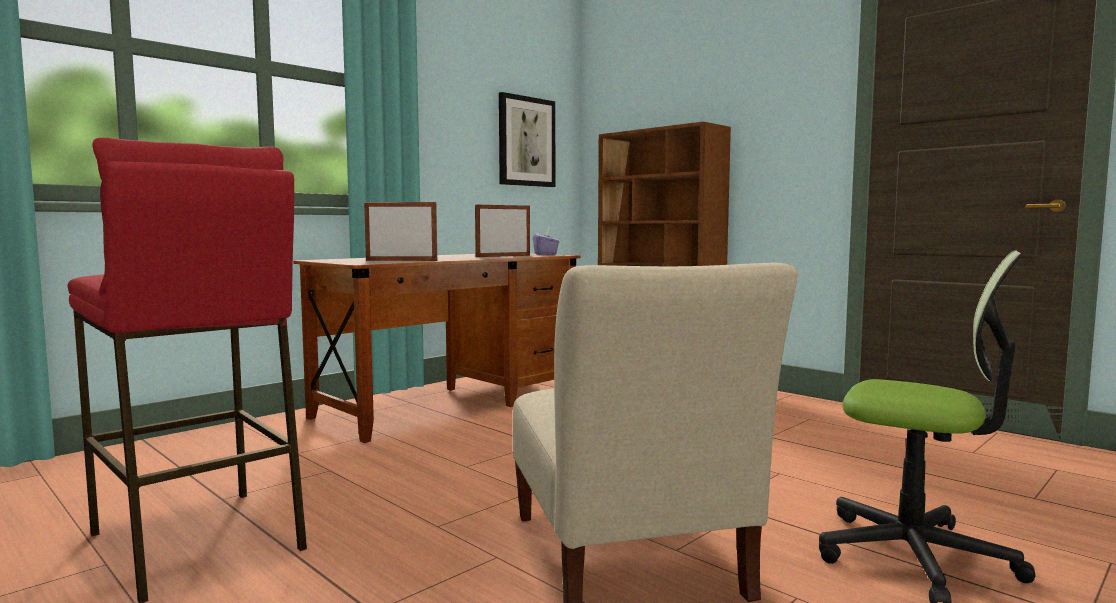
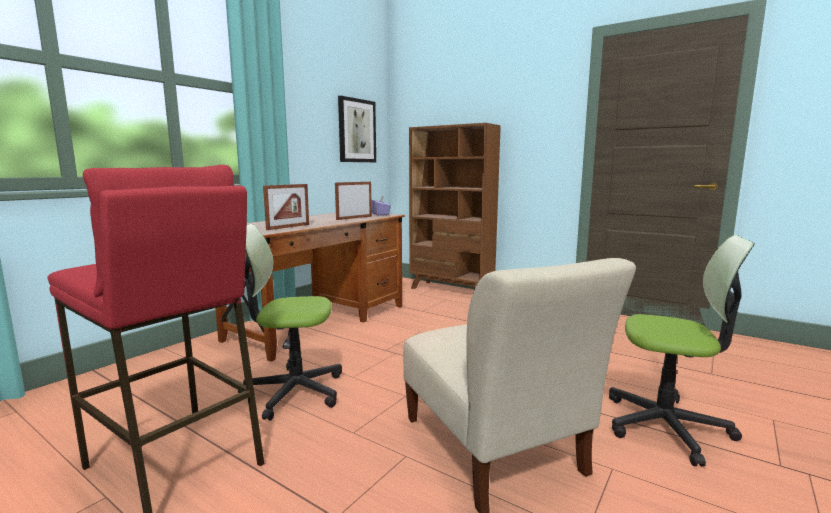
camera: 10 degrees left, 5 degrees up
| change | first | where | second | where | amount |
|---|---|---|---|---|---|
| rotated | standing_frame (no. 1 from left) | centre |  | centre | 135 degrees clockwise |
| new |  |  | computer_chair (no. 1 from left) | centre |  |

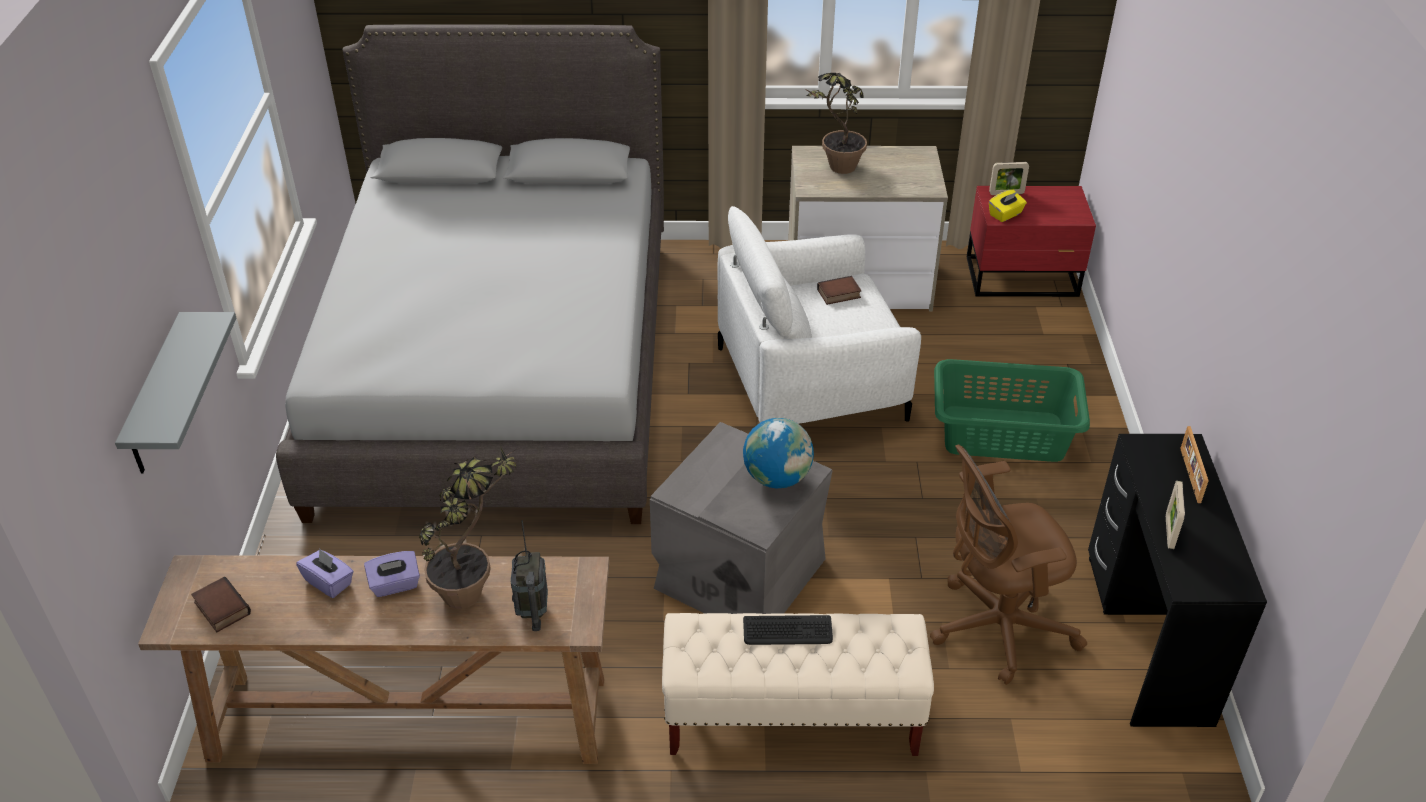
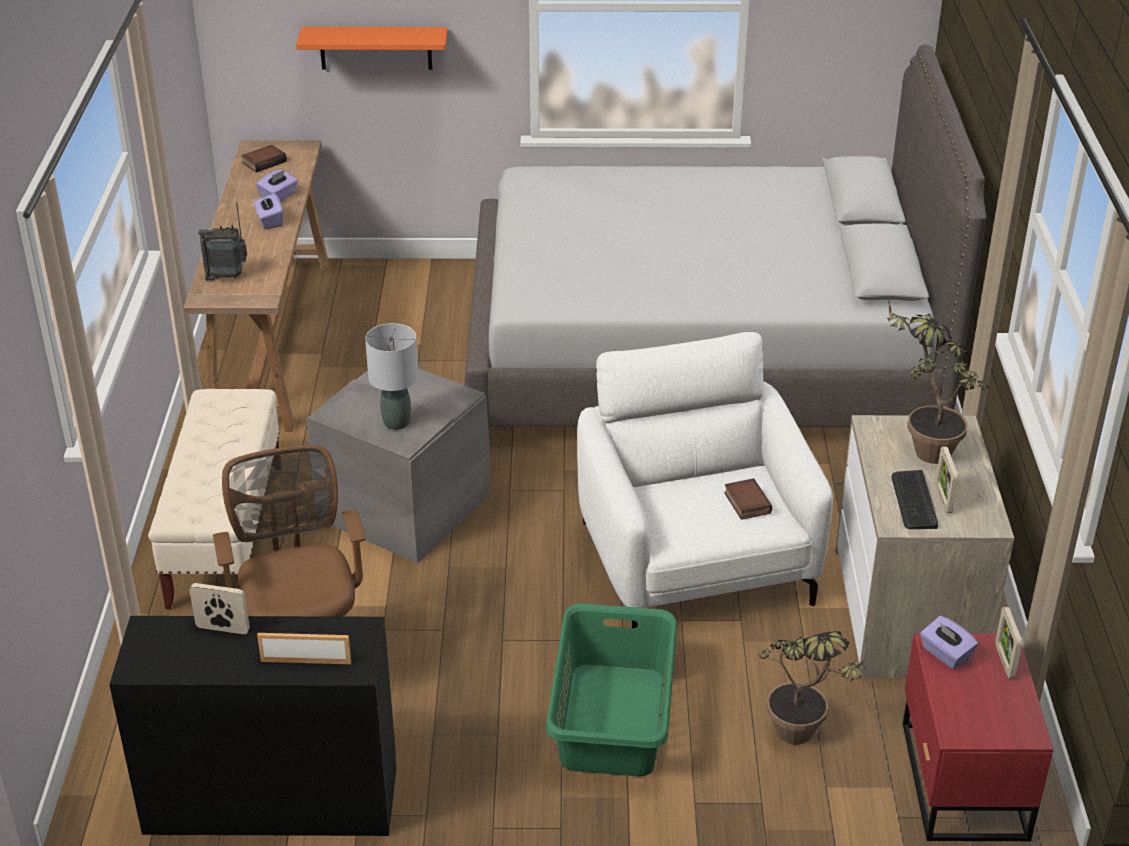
camera: 90 degrees right, 5 degrees down
| change | first | where | second | where | amount |
|---|---|---|---|---|---|
| repainted | gray_bracket_shelf | middle left | orange-coloured_bracket_shelf | top left |  |
| shifted | houseplant (no. 1 from left) | middle left |  | bottom right |  |
| swapped | world_globe | centre | gray_lamp_for_a_table | centre |  |
| shifted | PC_keyboard | bottom centre |  | middle right |  |
| repainted | yellow-coloured_tissue_holder | top right | purplish_tissue_holder (no. 3 from left) | bottom right |  |
| new |  |  | standing_frame (no. 3 from left) | middle right |  |

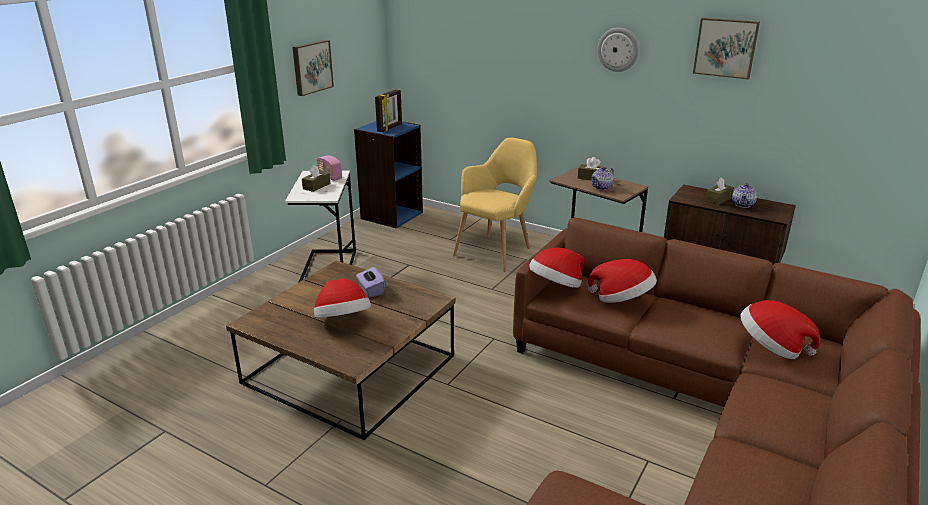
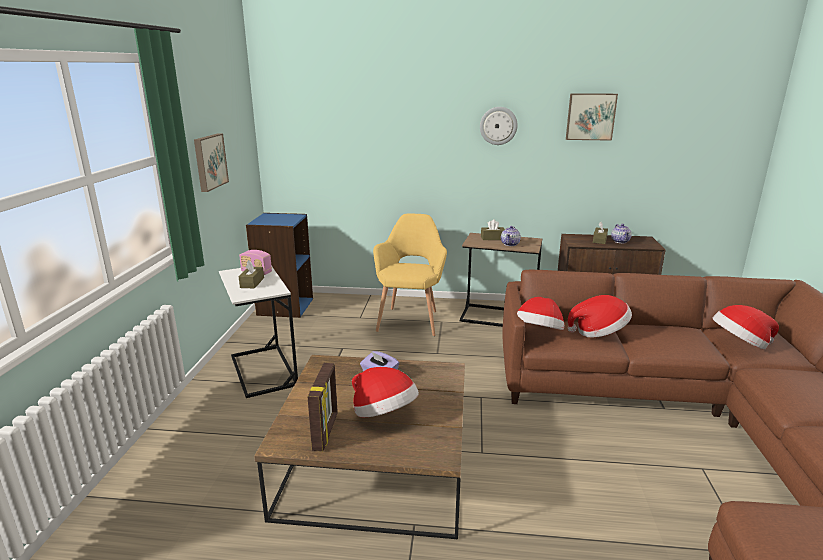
camera: 25 degrees left, 5 degrees down
| change | first | where | second | where | amount |
|---|---|---|---|---|---|
| shifted | standing_frame | top centre |  | bottom centre |  |

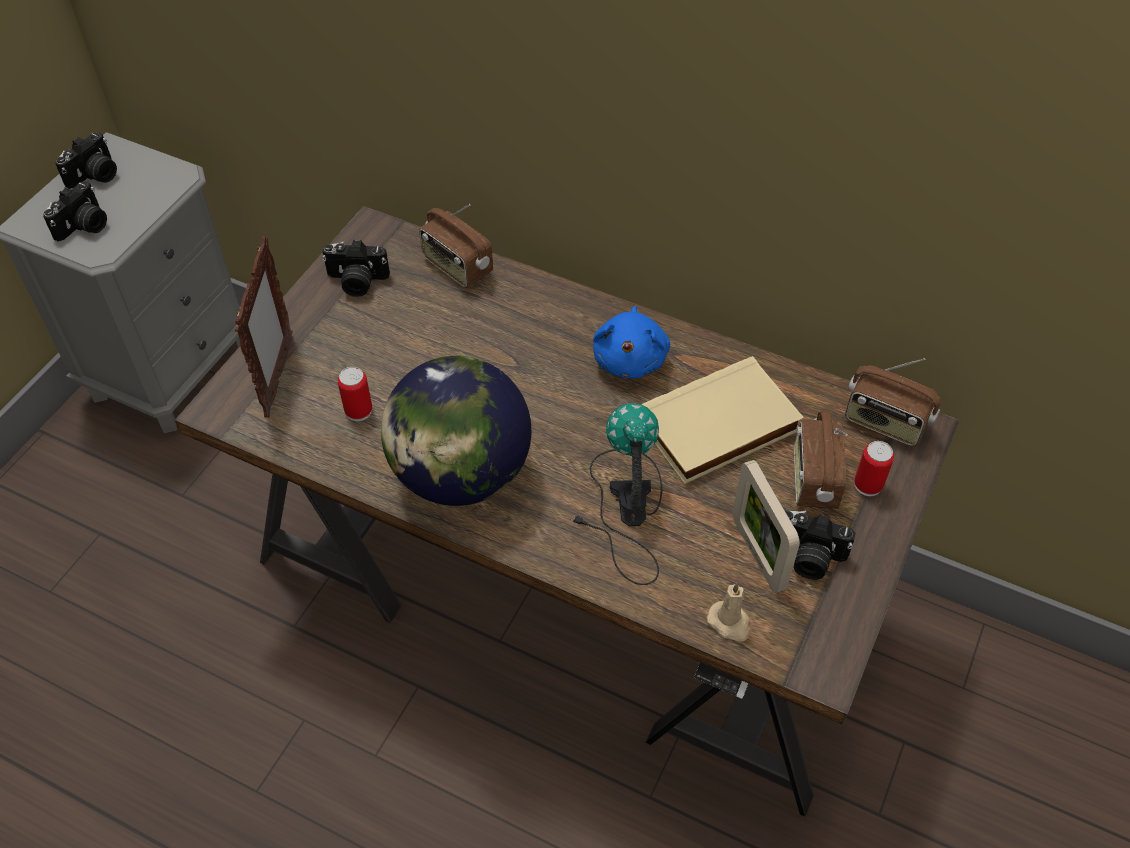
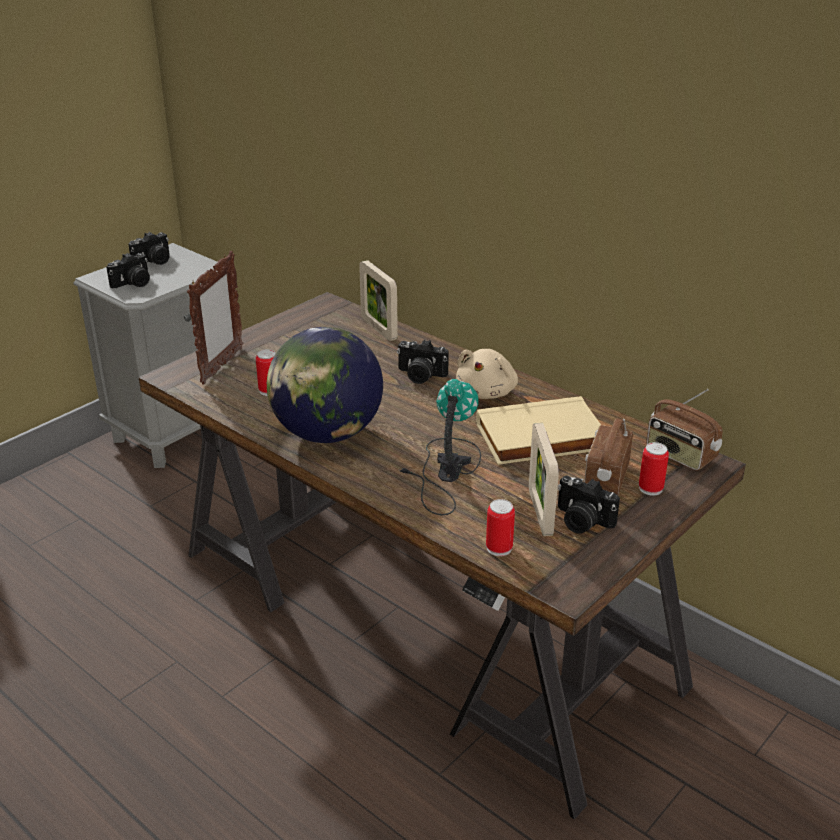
camera: 15 degrees right, 20 degrees down
| change | first | where | second | where | amount |
|---|---|---|---|---|---|
| shifted | photo_camera (no. 3 from left) | top left |  | centre |  |
| swapped | radio_receiver (no. 1 from left) | top centre | standing_frame (no. 2 from left) | centre |  |
| repainted | blue-coloured_cuddly_toy | centre | beige-coloured_cuddly_toy | centre |  |
| swapped | beige-coloured_wax_candle | bottom centre | metal_can (no. 2 from left) | centre |  |

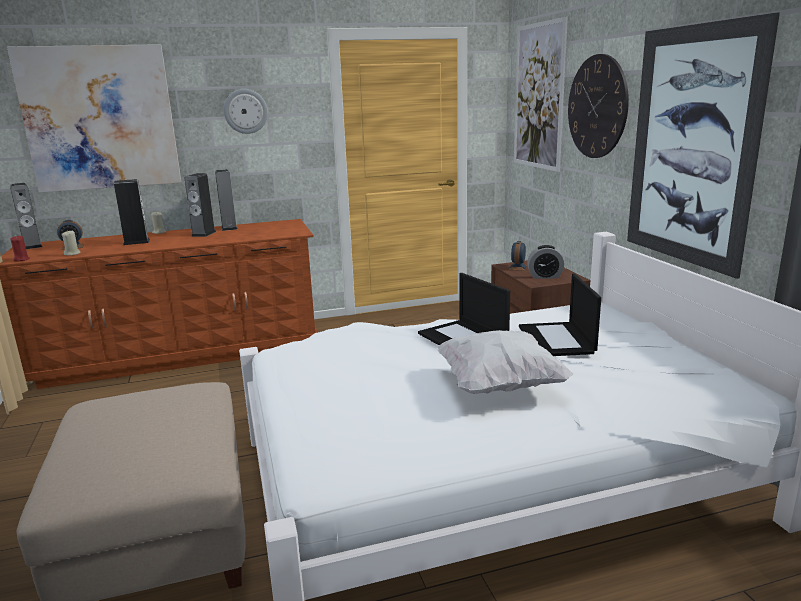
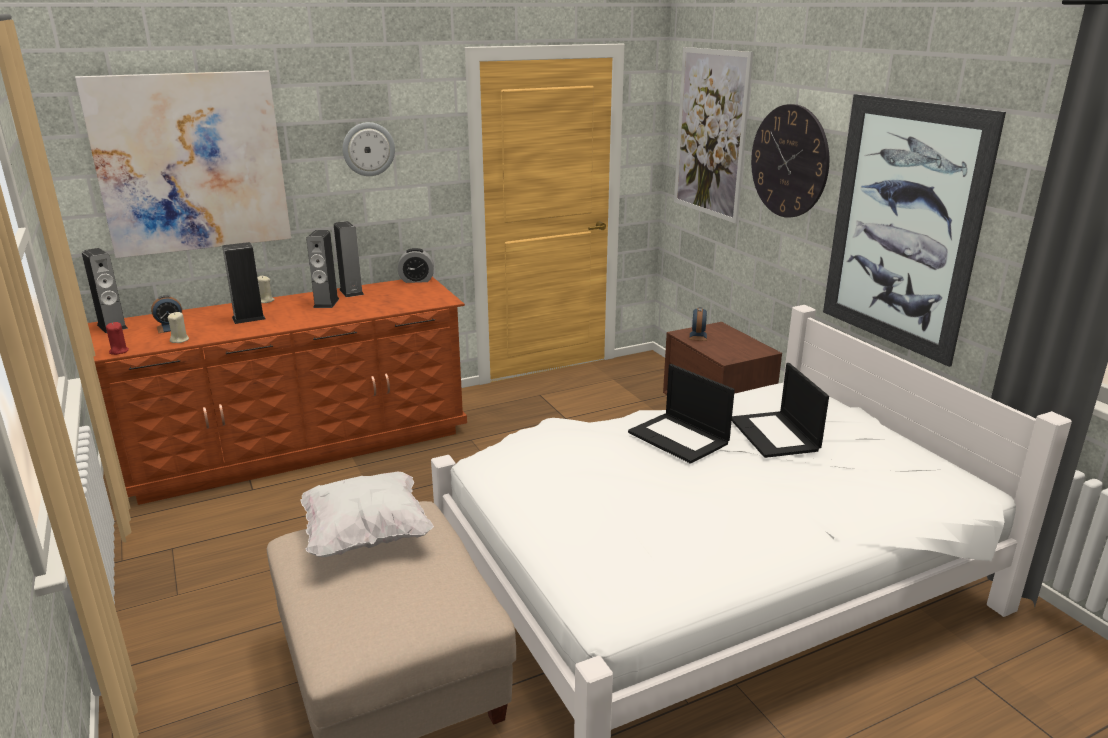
camera: 10 degrees left, 5 degrees up
| change | first | where | second | where | amount |
|---|---|---|---|---|---|
| shifted | white_pillow | centre |  | bottom left |  |
| shifted | bedside_clock (no. 3 from left in the first image) | middle right | bedside_clock (no. 2 from left) | centre |  |

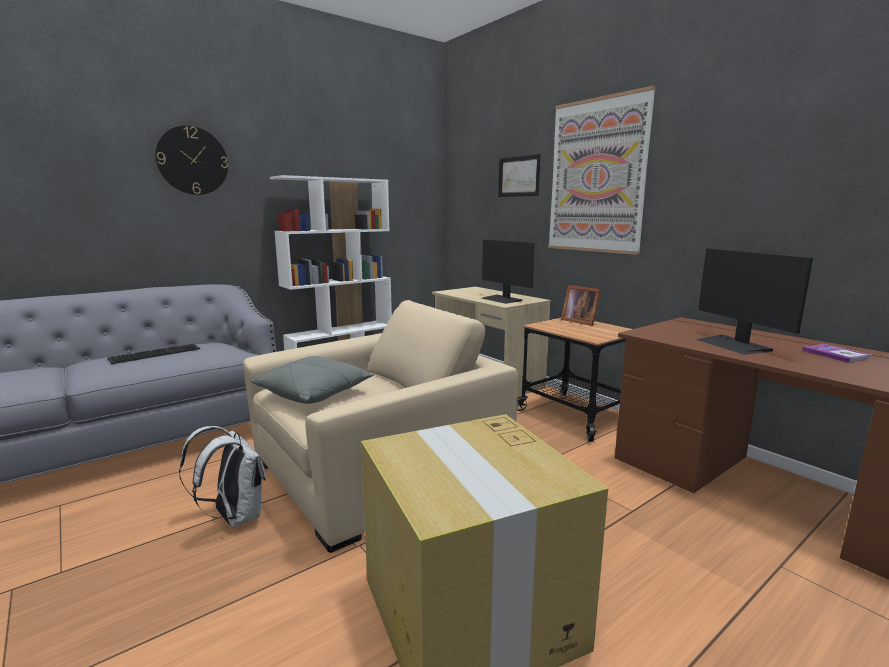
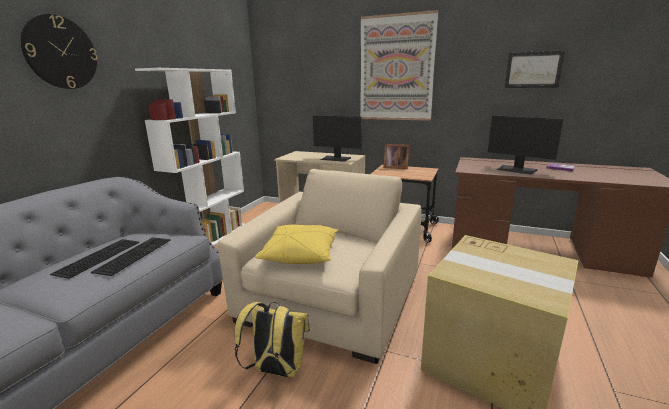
camera: 30 degrees left, 5 degrees up
| change | first | where | second | where | amount |
|---|---|---|---|---|---|
| repainted | white_knapsack | bottom left | yellow-coloured_knapsack | bottom centre |  |
| repainted | gray_pillow | centre | yellow-coloured_pillow | centre |  |
| shifted | wall_picture (no. 1 from left in the first image) | top centre | wall_picture (no. 2 from left) | top right |  |
| new |  |  | PC_keyboard (no. 2 from left) | middle left |  |

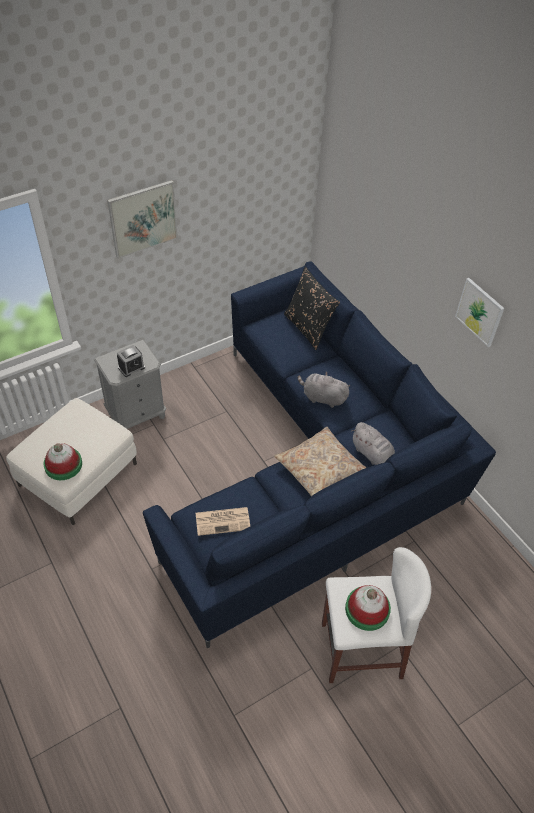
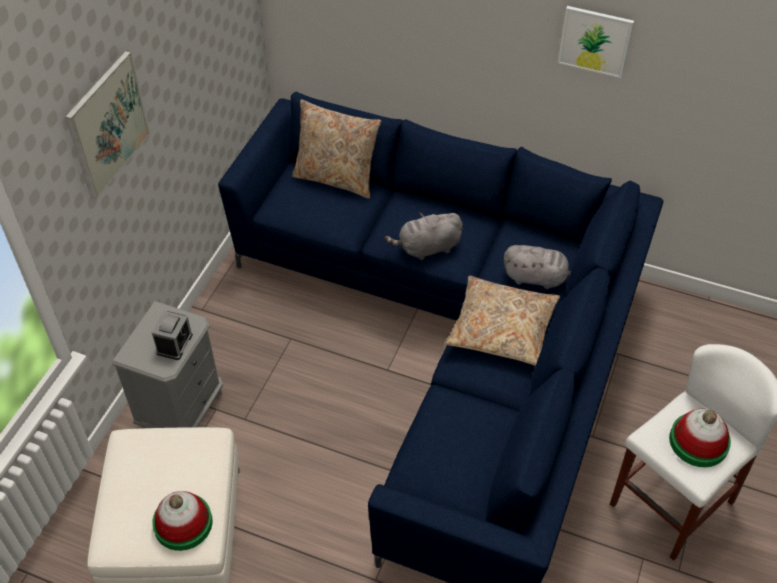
camera: 35 degrees left, 0 degrees up
| change | first | where | second | where | amount |
|---|---|---|---|---|---|
| gone | newspaper | centre |  |  |  |
| repainted | black_pillow | centre | beige-coloured_pillow (no. 1 from left) | top centre |  |

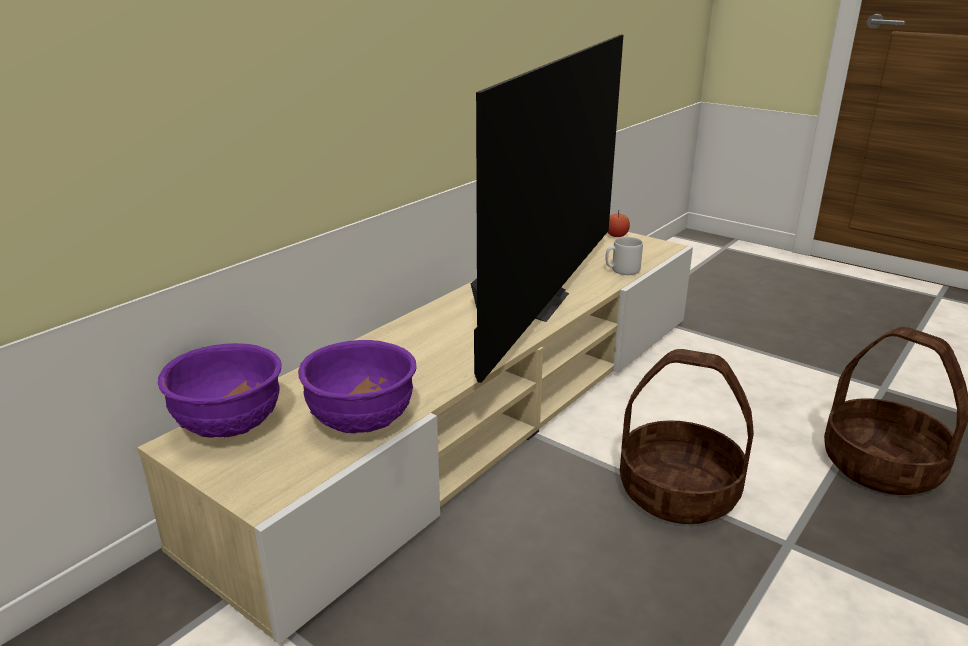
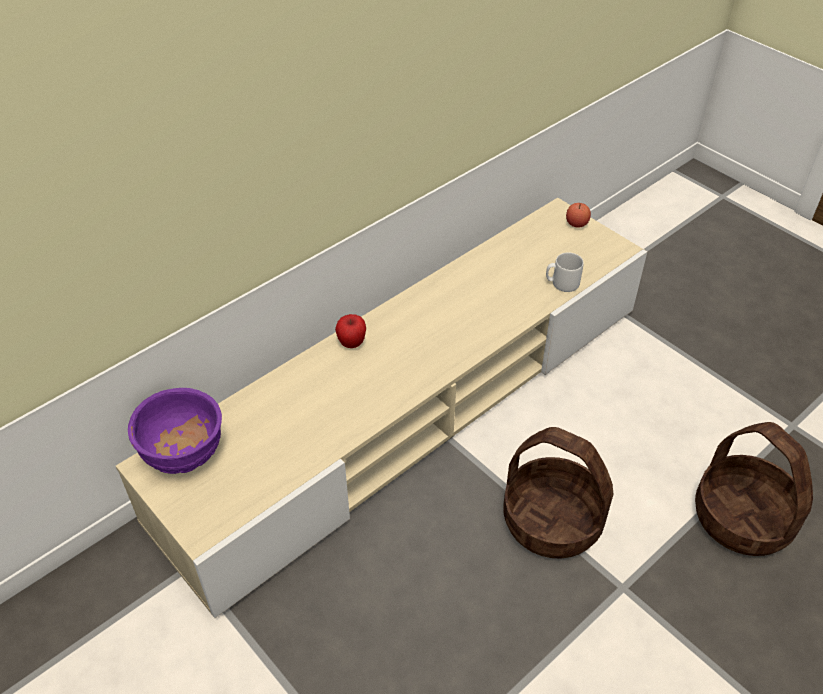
camera: 10 degrees right, 20 degrees up
| change | first | where | second | where | amount |
|---|---|---|---|---|---|
| gone | purplish_bowl (no. 2 from left) | centre |  |  |  |
| gone | television | top centre |  |  |  |
| new |  |  | whole_apple (no. 1 from left) | centre |  |

